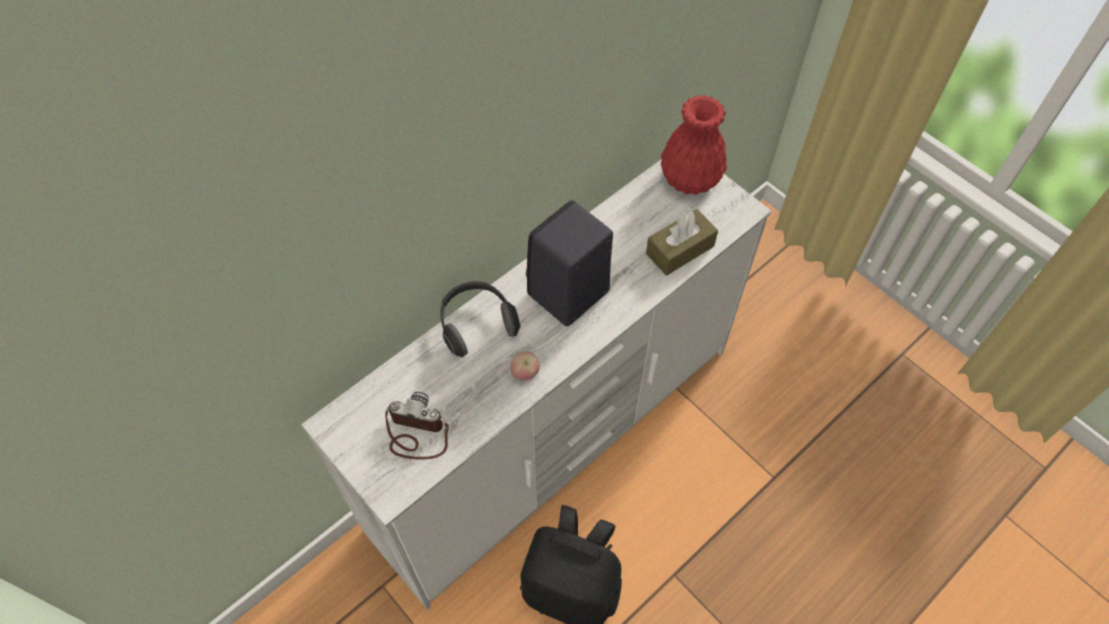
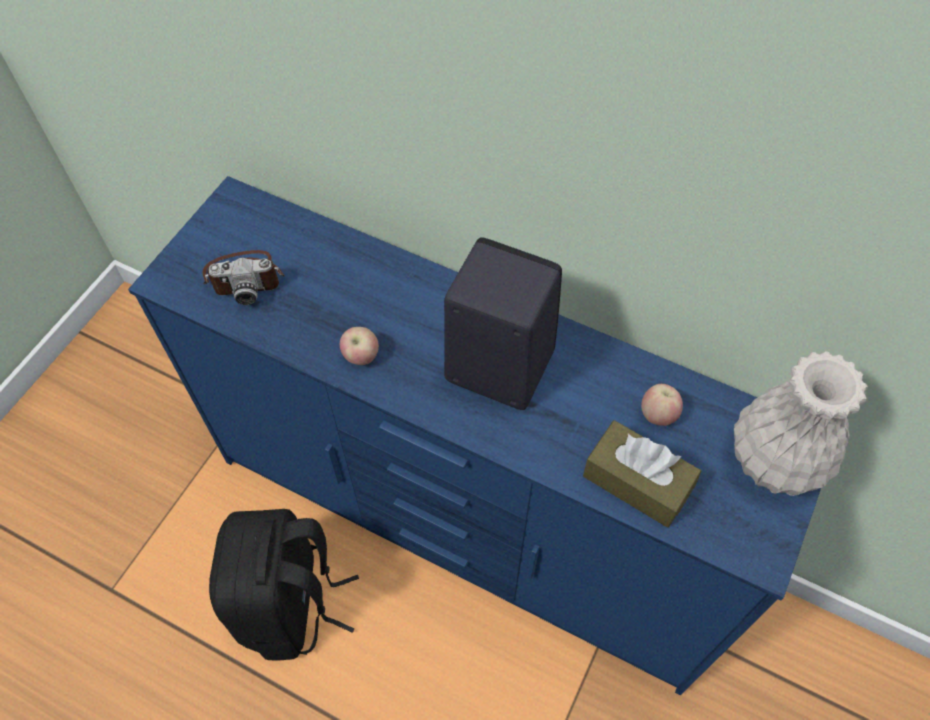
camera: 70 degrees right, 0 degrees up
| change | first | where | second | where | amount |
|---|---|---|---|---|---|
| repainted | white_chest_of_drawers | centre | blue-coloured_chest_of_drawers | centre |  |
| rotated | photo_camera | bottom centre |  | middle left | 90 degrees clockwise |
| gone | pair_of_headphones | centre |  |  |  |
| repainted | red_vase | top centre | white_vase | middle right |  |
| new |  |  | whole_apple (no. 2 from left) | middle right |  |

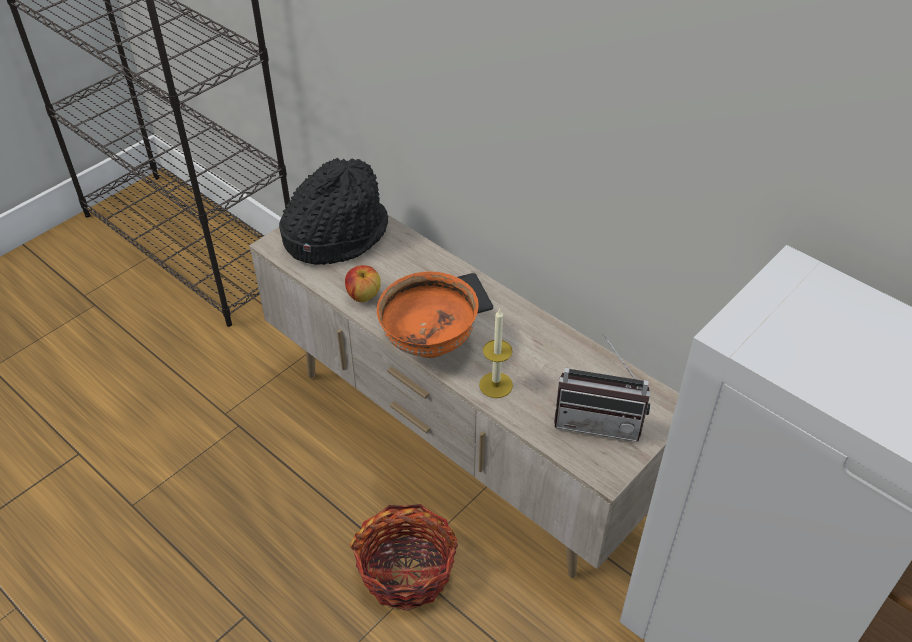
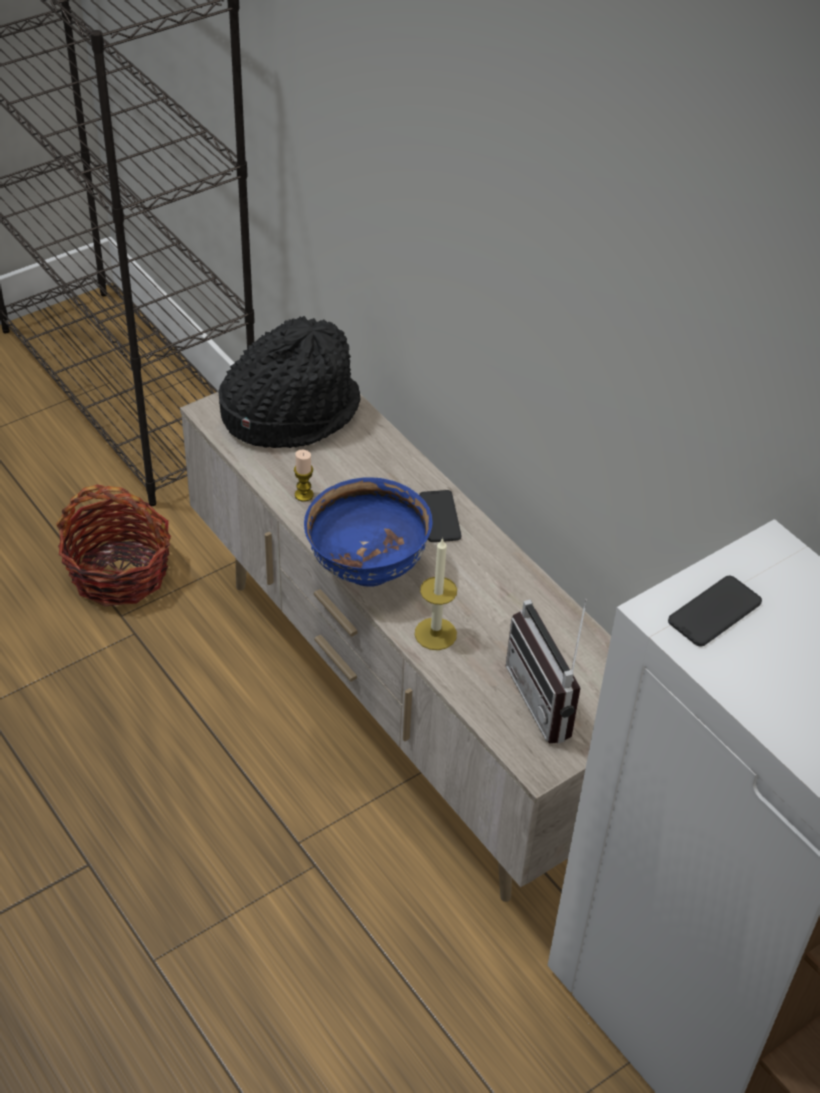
camera: 10 degrees right, 0 degrees up
| change | first | where | second | where | amount |
|---|---|---|---|---|---|
| swapped | whole_apple | centre | wax_candle (no. 1 from left) | centre |  |
| shifted | household_basket | bottom centre |  | middle left |  |
| repainted | orange-coloured_bowl | centre | blue-coloured_bowl | centre |  |
| rotated | radio_receiver | centre |  | centre | 45 degrees clockwise |
| new |  |  | telephone (no. 2 from left) | middle right |  |

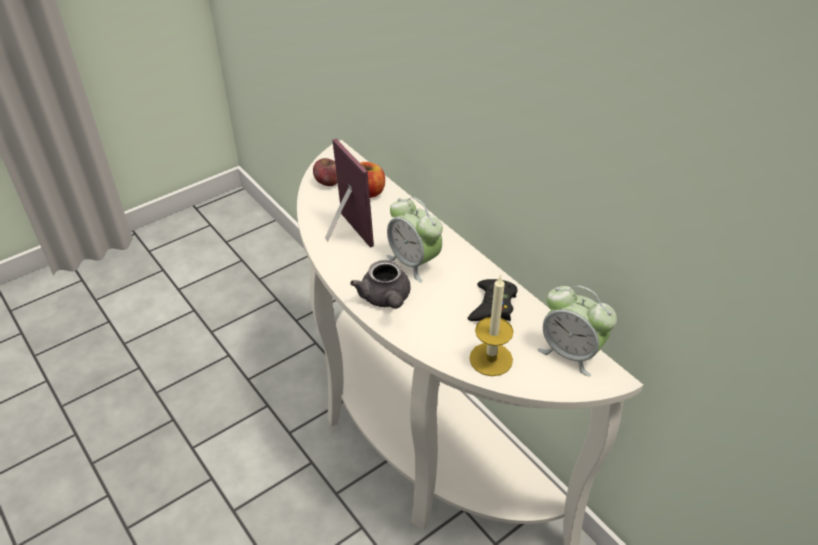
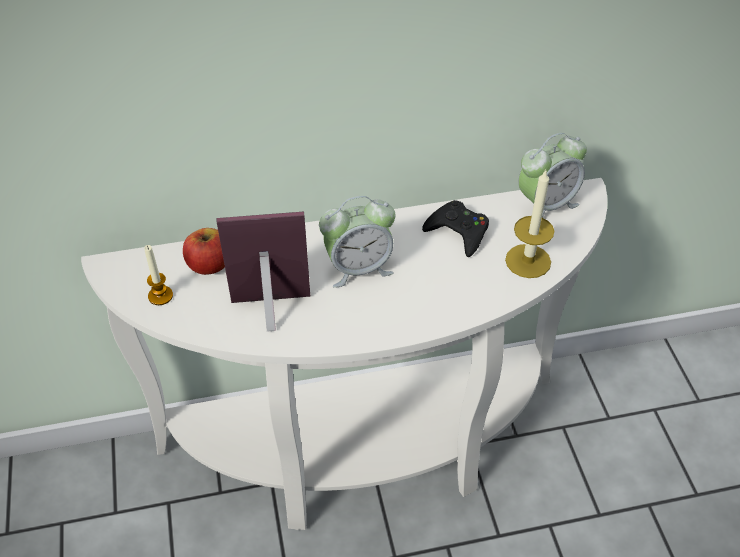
camera: 65 degrees left, 5 degrees up
| change | first | where | second | where | amount |
|---|---|---|---|---|---|
| swapped | whole_apple (no. 1 from left) | top centre | wax_candle (no. 1 from left) | middle left |  |
| gone | gray_teapot | centre |  |  |  |

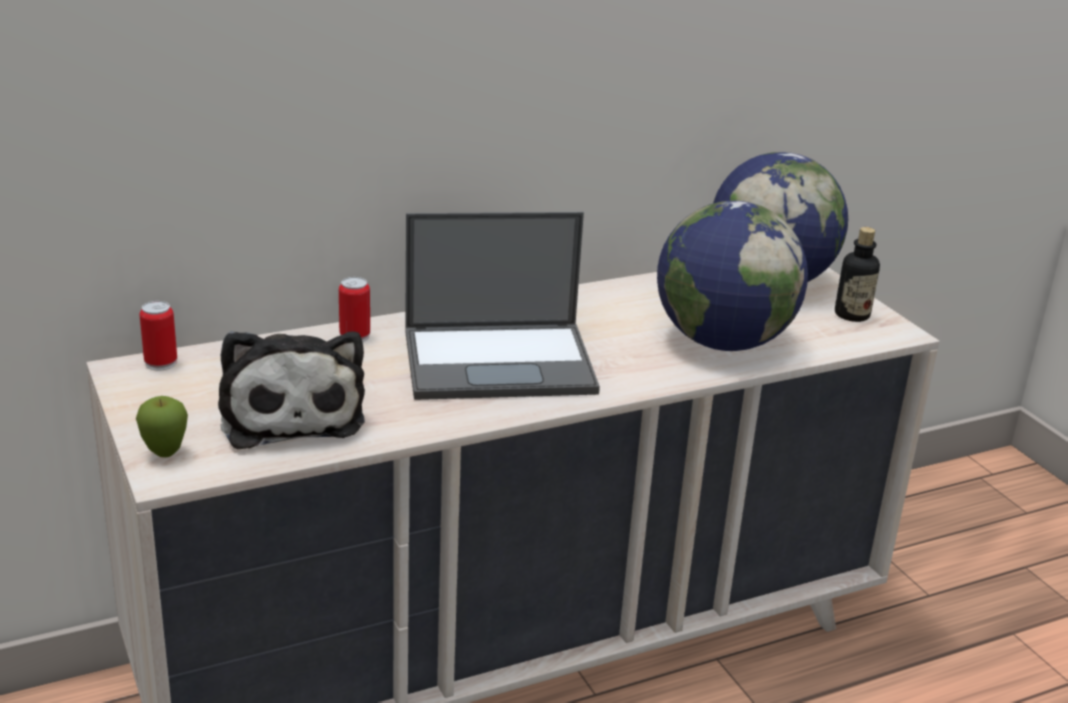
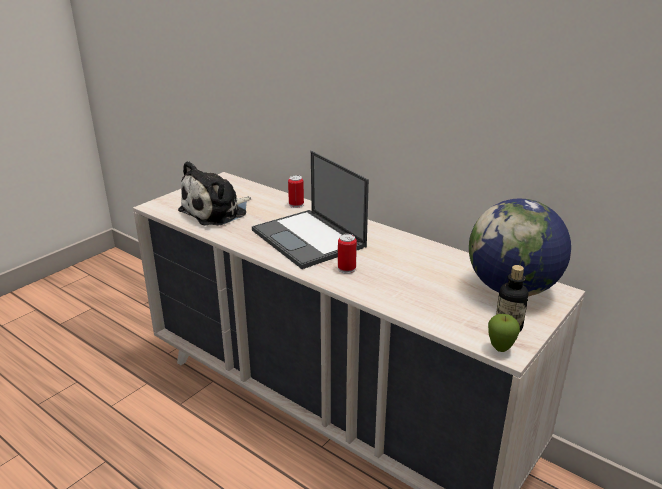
camera: 65 degrees right, 0 degrees up
| change | first | where | second | where | amount |
|---|---|---|---|---|---|
| shifted | whole_apple | middle left |  | bottom right |  |
| shifted | metal_can (no. 1 from left in the first image) | middle left | metal_can (no. 2 from left) | centre |  |
| gone | world_globe (no. 1 from left) | middle right |  |  |  |

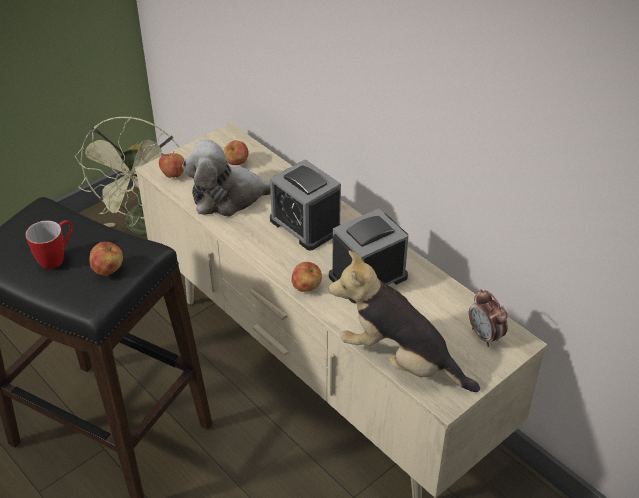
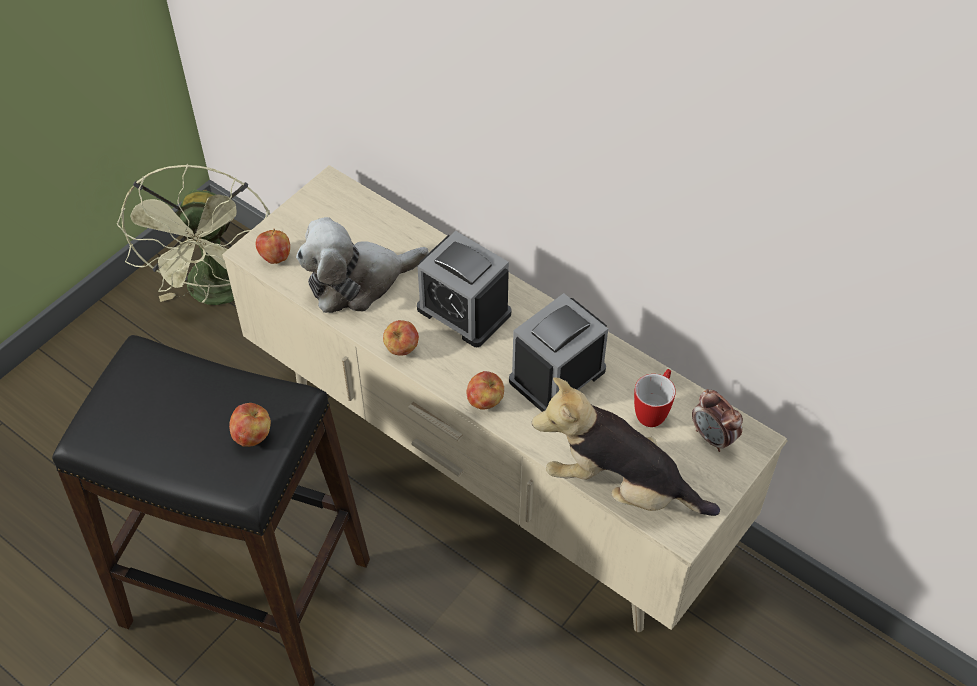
camera: 10 degrees left, 10 degrees up
| change | first | where | second | where | amount |
|---|---|---|---|---|---|
| shifted | tea_mug | middle left |  | middle right |  |
| shifted | whole_apple (no. 3 from left) | top centre |  | centre |  |

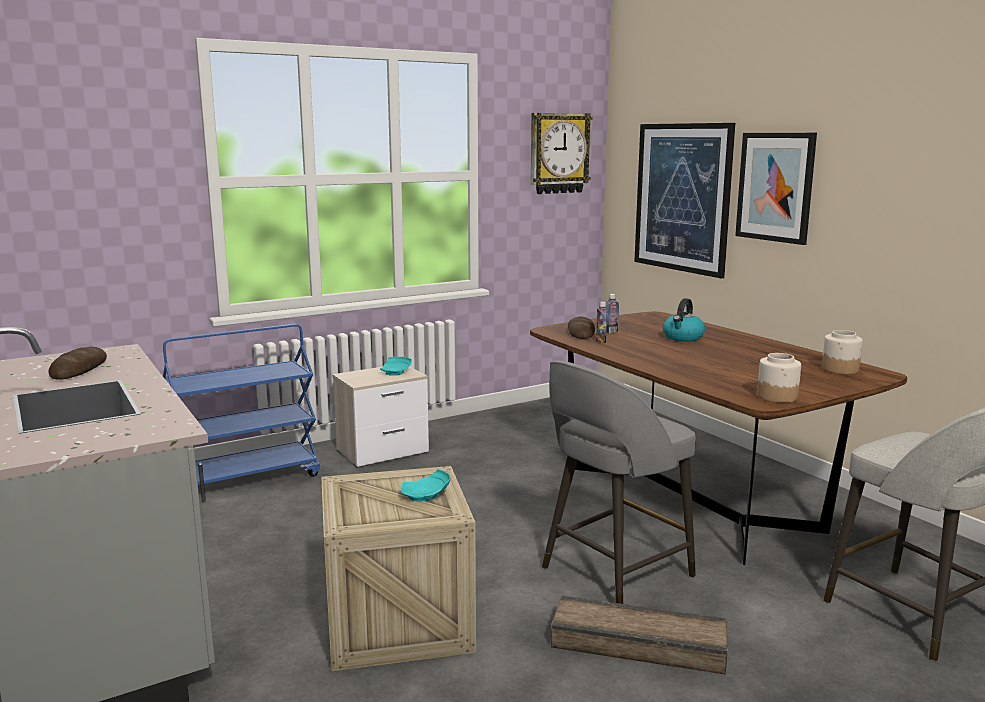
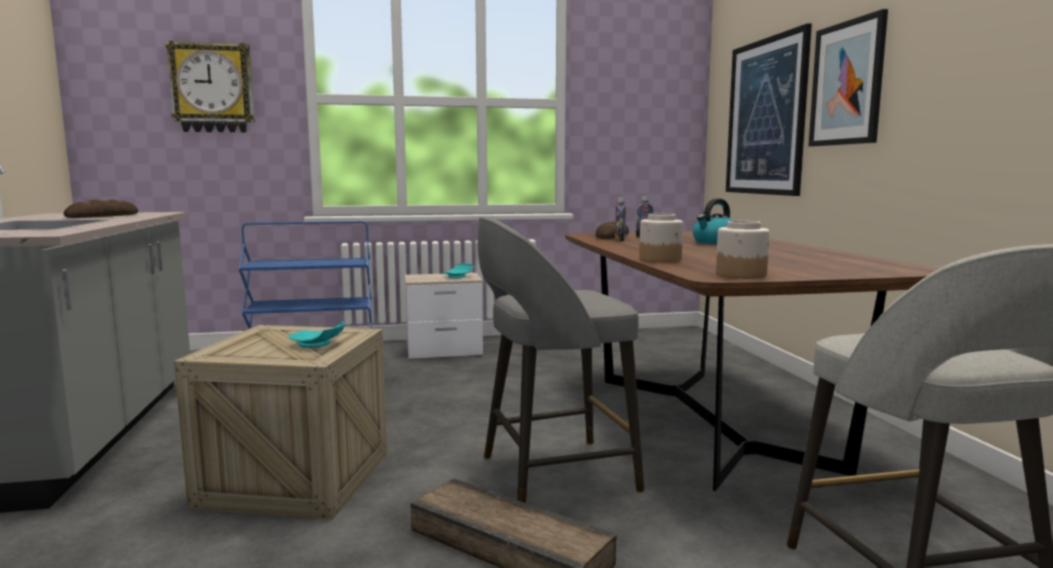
camera: 20 degrees right, 5 degrees down
| change | first | where | second | where | amount |
|---|---|---|---|---|---|
| shifted | clock_on_the_wall | top centre |  | top left |  |
| shifted | storage_jar (no. 2 from left in the first image) | middle right | storage_jar (no. 1 from left) | centre |  |

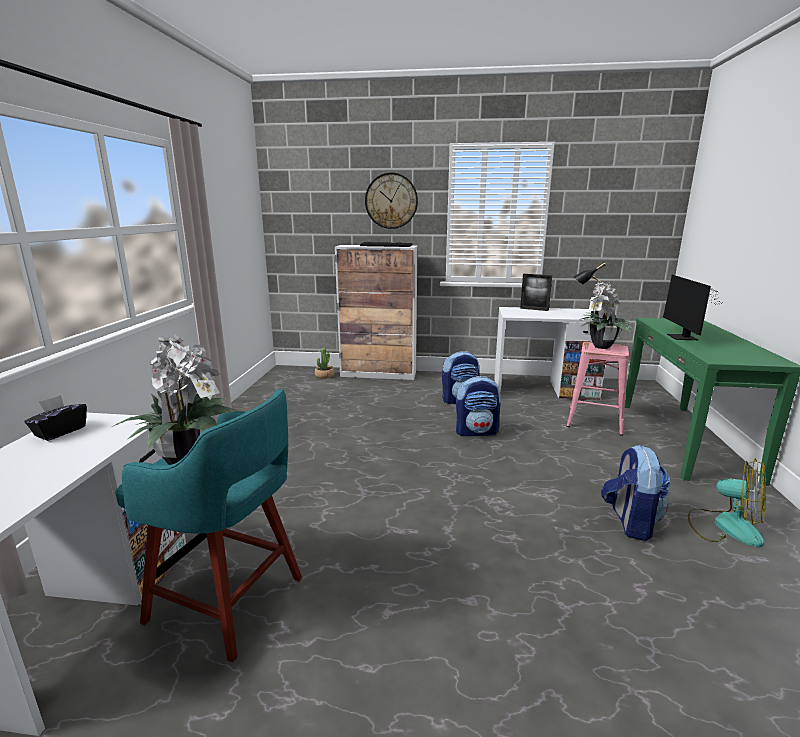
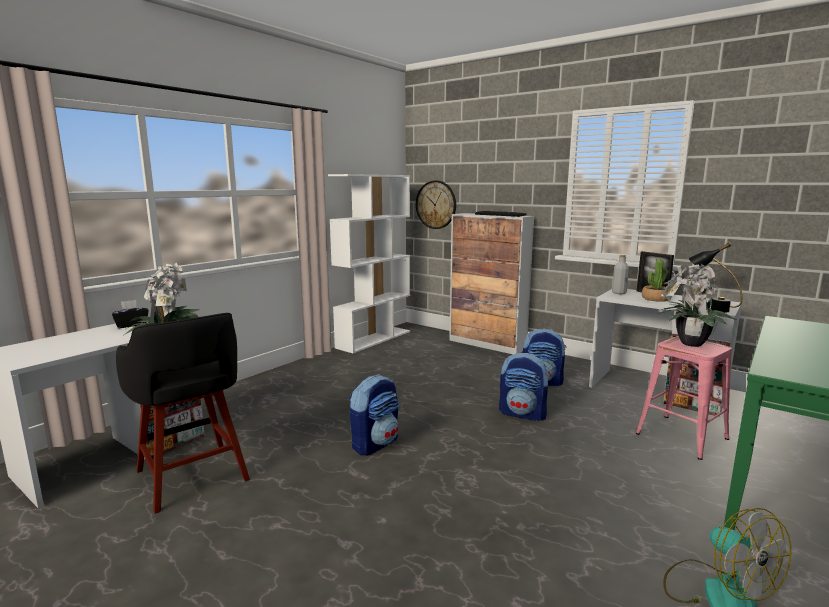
camera: 30 degrees right, 5 degrees down
| change | first | where | second | where | amount |
|---|---|---|---|---|---|
| repainted | turquoise_sitting_stool | bottom left | black_sitting_stool | bottom left |  |
| shifted | houseplant (no. 2 from left) | centre |  | middle right |  |
| shifted | clock_on_the_wall | top centre |  | centre |  |
| shifted | knapsack (no. 3 from left in the first image) | bottom right | knapsack (no. 1 from left) | bottom centre |  |
| gone | computer_display | middle right |  |  |  |
| new |  |  | white_shelving_unit | centre |  |
| new |  |  | gray_bottle | middle right |  |

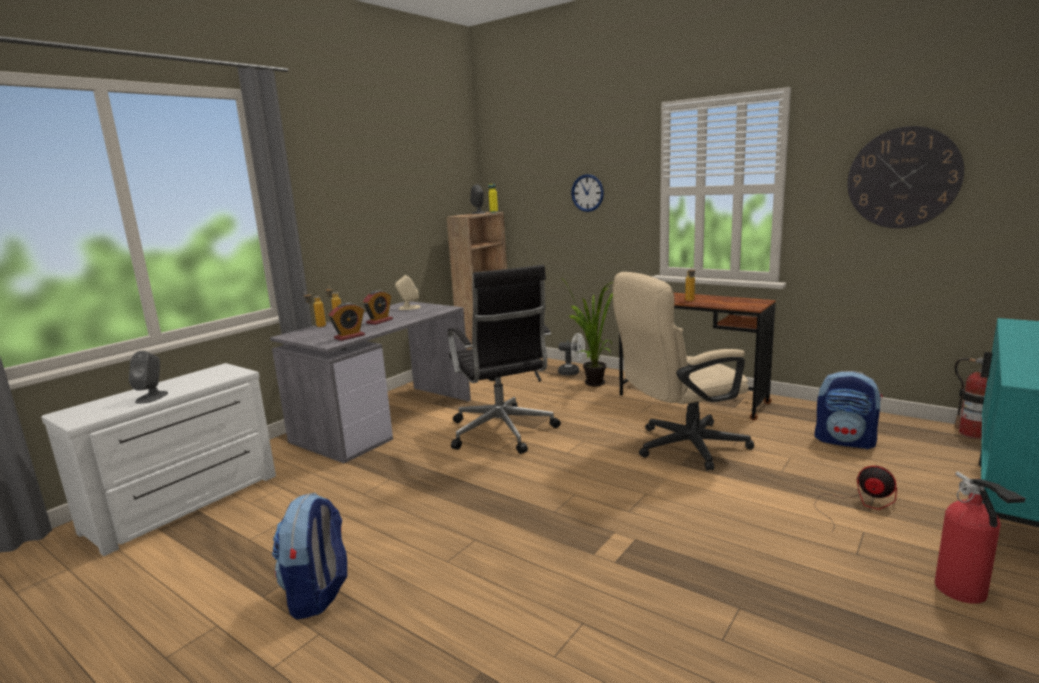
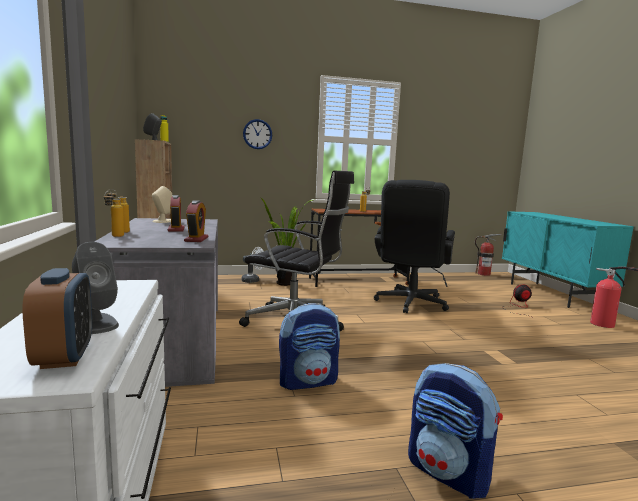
camera: 50 degrees left, 5 degrees down
| change | first | where | second | where | amount |
|---|---|---|---|---|---|
| repainted | beige-coloured_computer_chair | centre | black_computer_chair (no. 2 from left) | centre |  |
| shifted | knapsack (no. 2 from left in the first image) | middle right | knapsack (no. 1 from left) | bottom centre |  |
| gone | clock_on_the_wall (no. 2 from left) | top right |  |  |  |
| new |  |  | bedside_clock (no. 1 from left) | middle left |  |

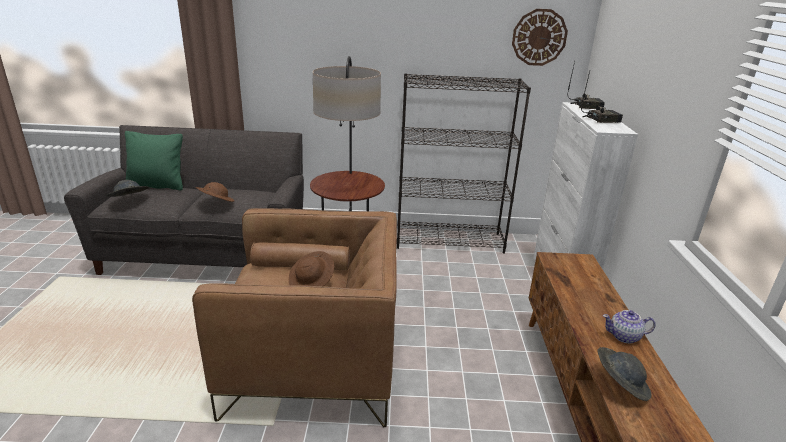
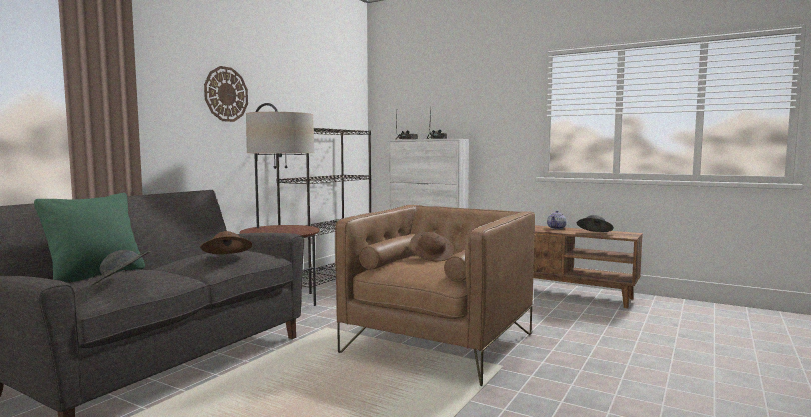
camera: 60 degrees left, 20 degrees down
| change | first | where | second | where | amount |
|---|---|---|---|---|---|
| shifted | clock_on_the_wall | top right |  | top left |  |

